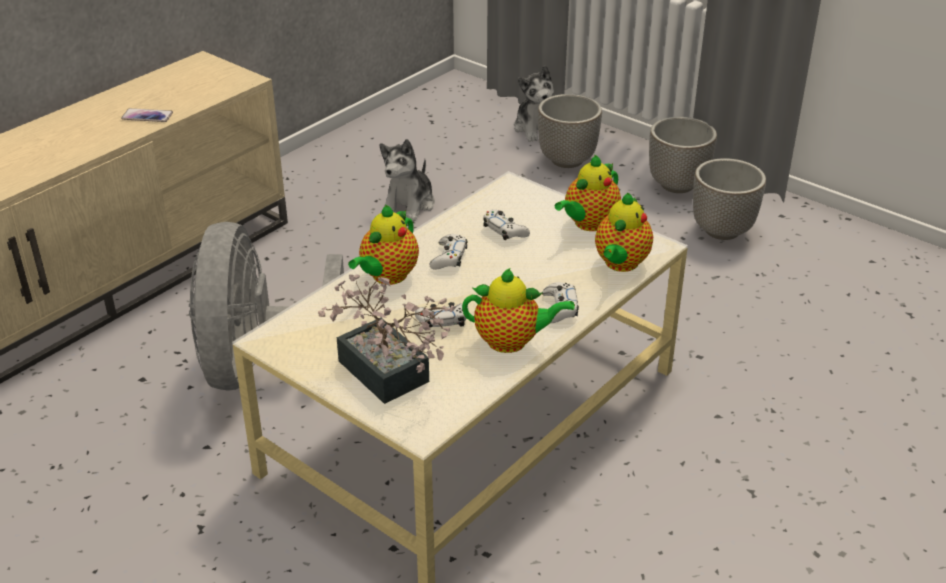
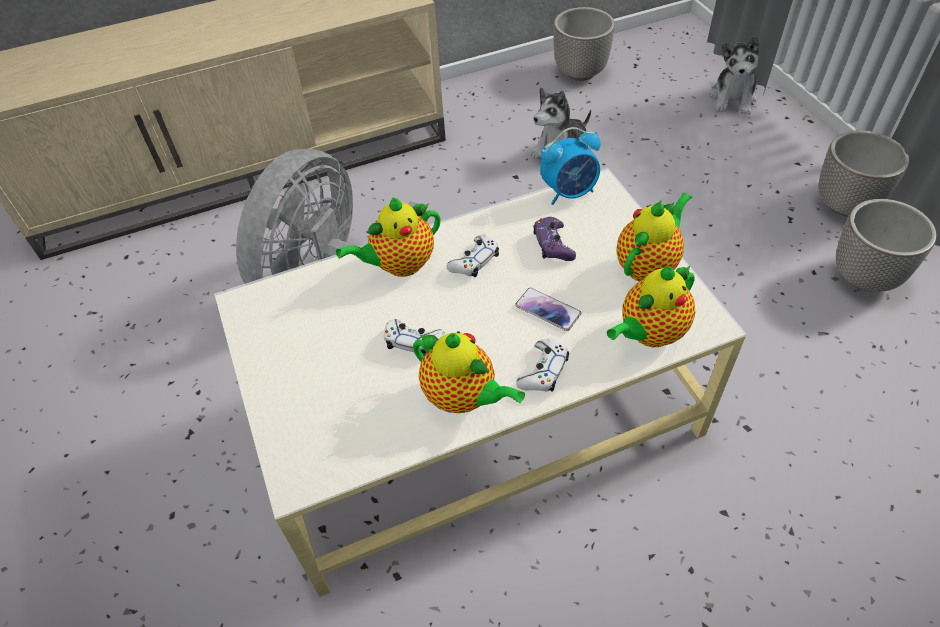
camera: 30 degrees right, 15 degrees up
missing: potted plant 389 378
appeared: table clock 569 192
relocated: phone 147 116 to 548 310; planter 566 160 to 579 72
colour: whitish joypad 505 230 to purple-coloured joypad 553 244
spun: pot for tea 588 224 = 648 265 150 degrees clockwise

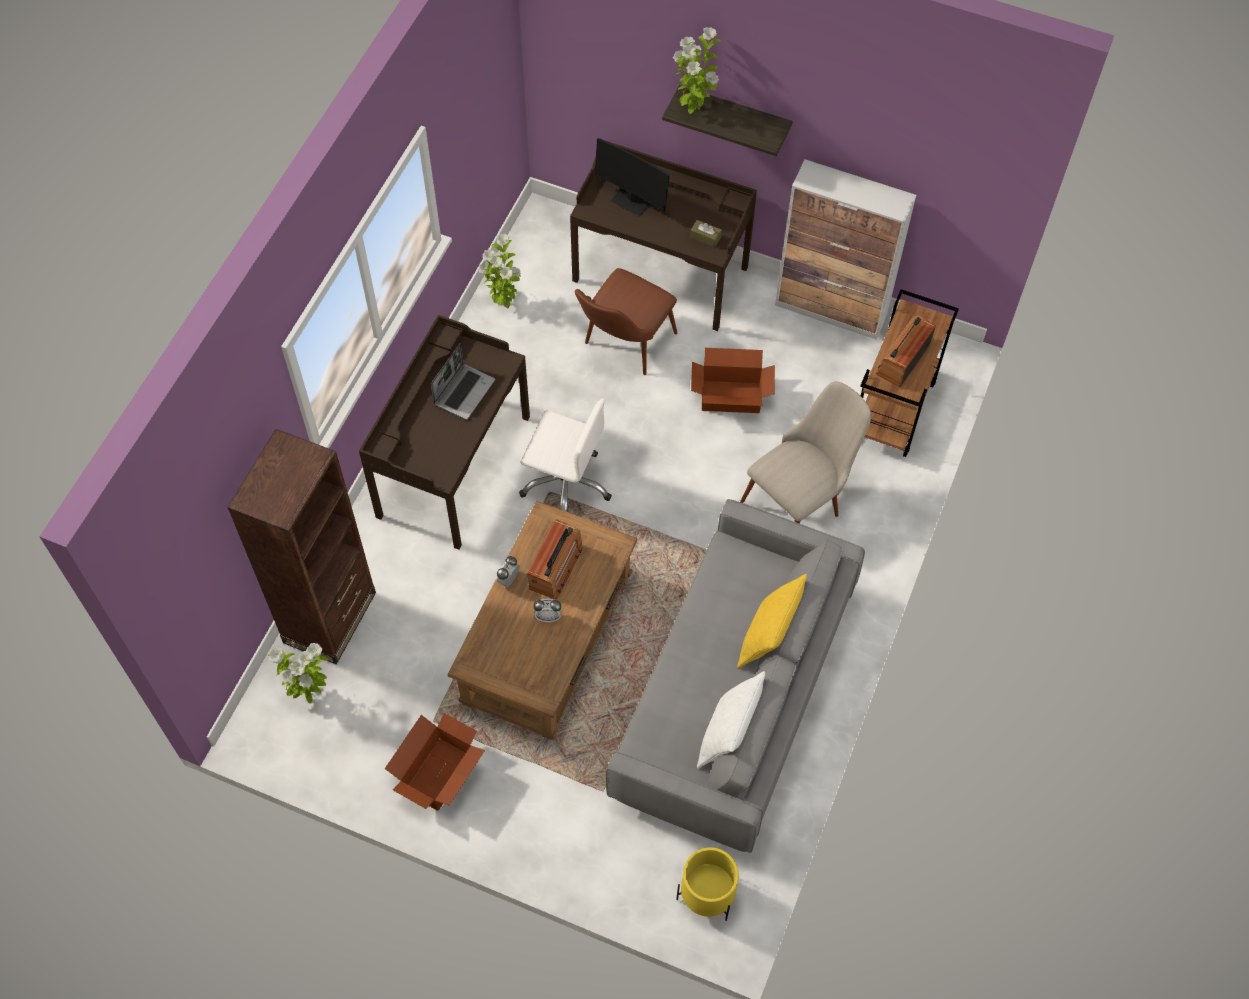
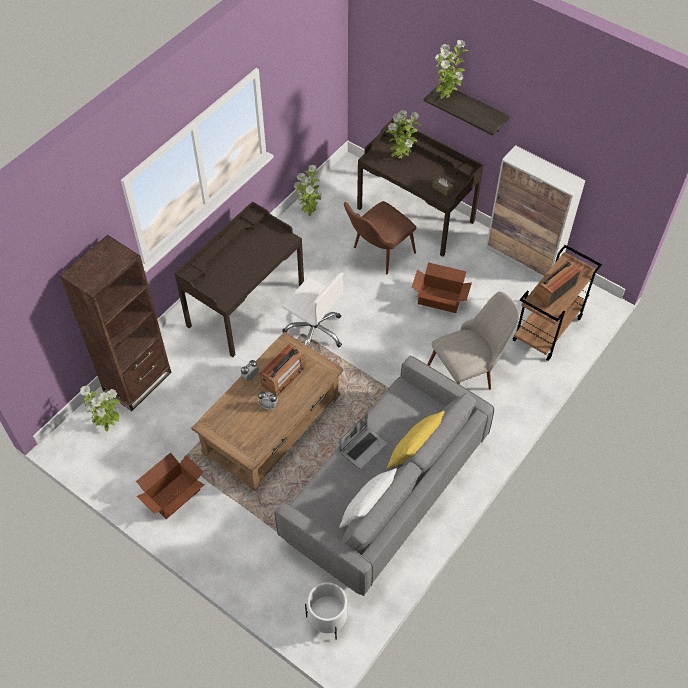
camera: 15 degrees right, 5 degrees down
relocated: notebook computer 464 391 to 363 447
exchanged: monitor 632 200 to potted plant 401 158
colour: yellow-coloured planter 707 895 to whitish planter 328 619

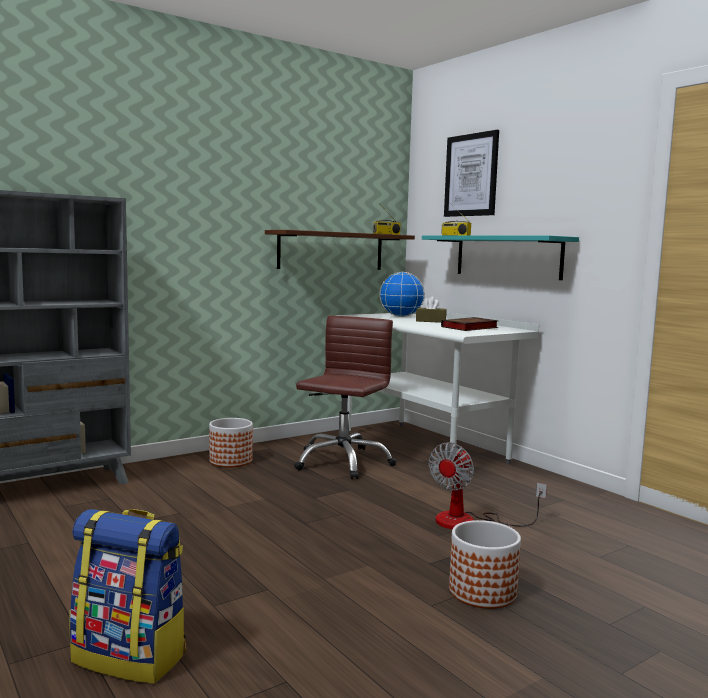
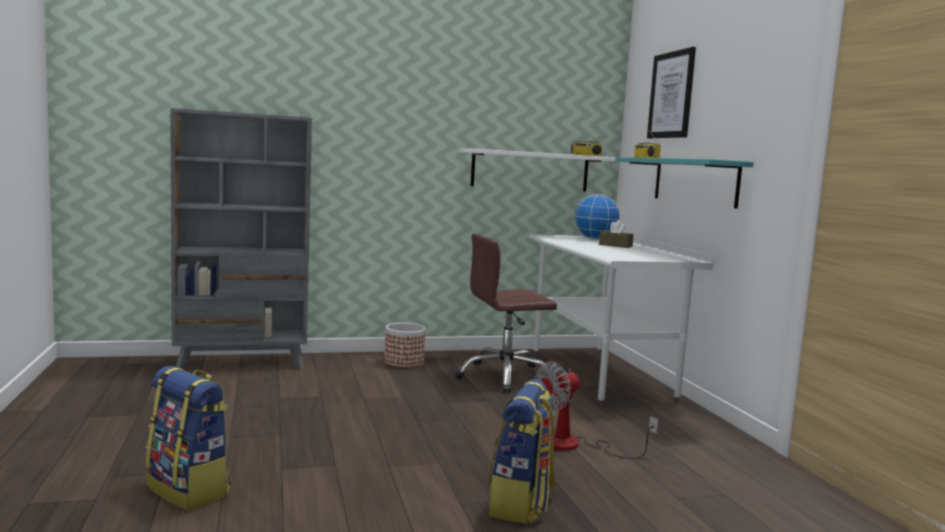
camera: 20 degrees right, 0 degrees up
missing: volume 469 328
exchanged: planter 483 592 to rucksack 521 504
colour: brownish bracket shelf 331 251 to whitish bracket shelf 530 170
spun: brownish office chair 342 462 = 505 377 150 degrees counterclockwise

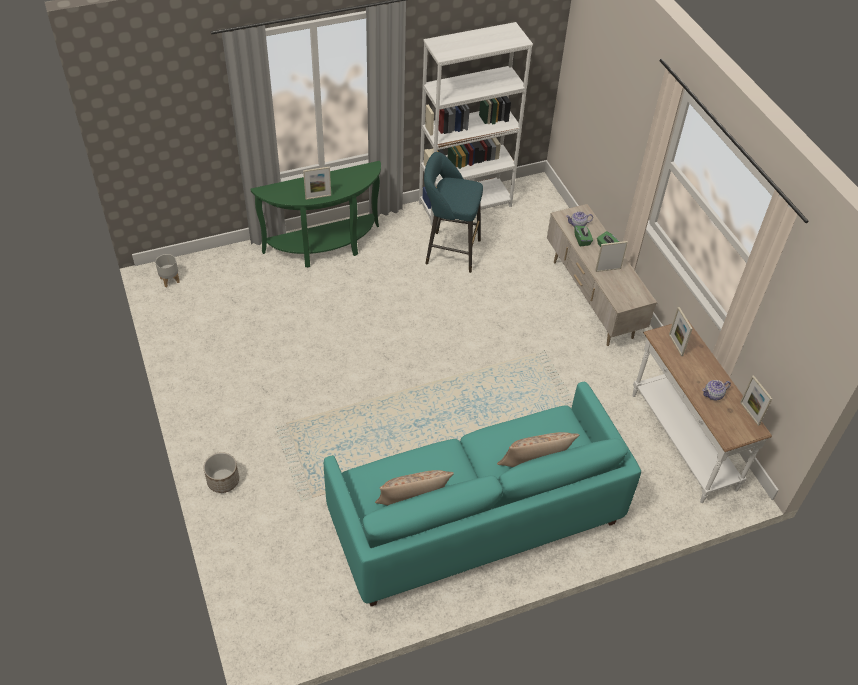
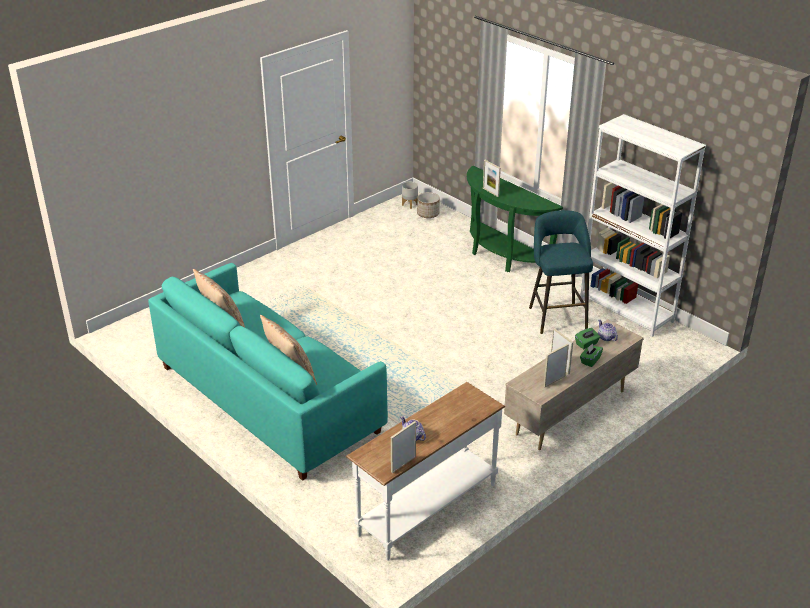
camera: 70 degrees right, 15 degrees down
relocated: planter 223 481 to 428 214; standing frame 675 345 to 554 381

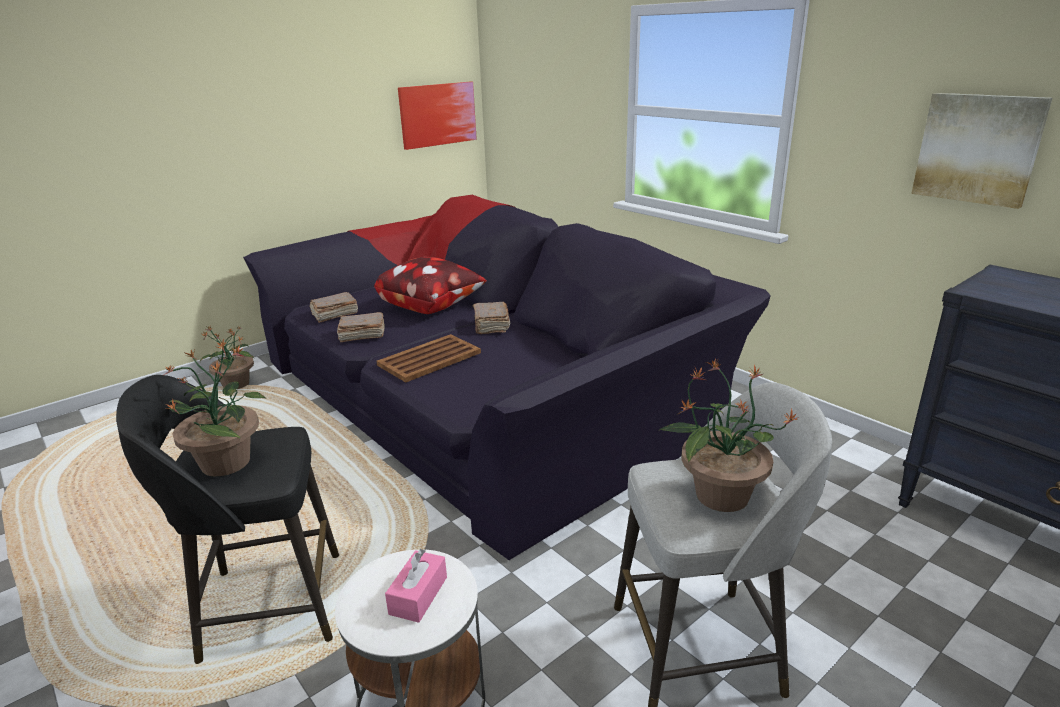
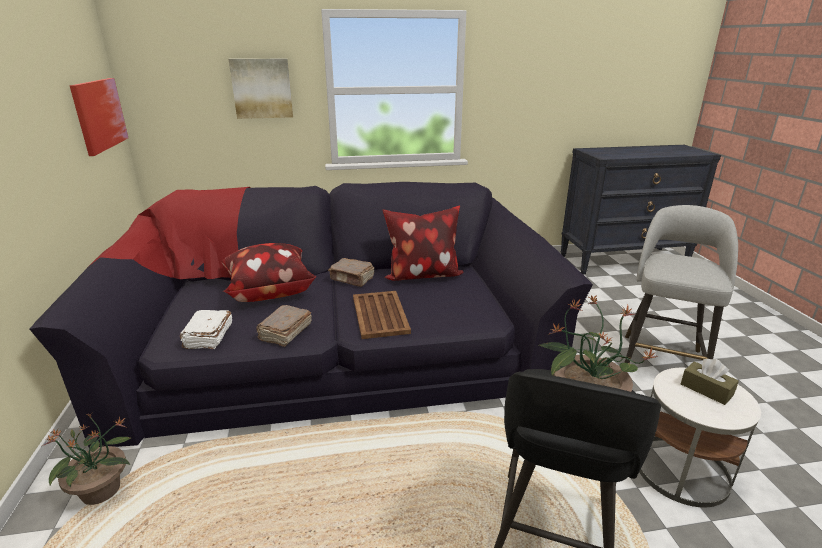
camera: 60 degrees left, 0 degrees up
missing: potted plant 720 495
appeared: cushion 422 275
relocated: wall picture 978 148 to 262 88
colour: brownish volume 334 315 to whitish volume 208 337; pink box of tissues 418 595 to brownish box of tissues 706 389

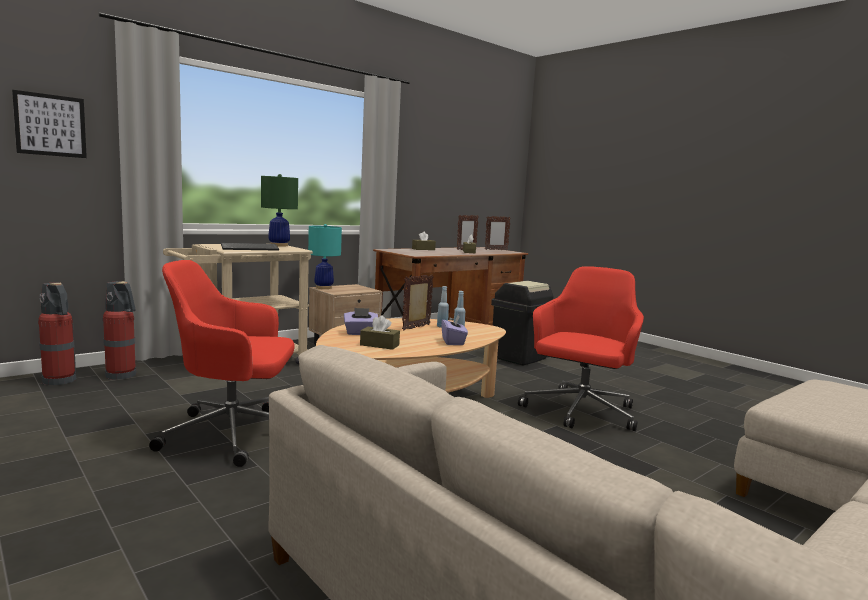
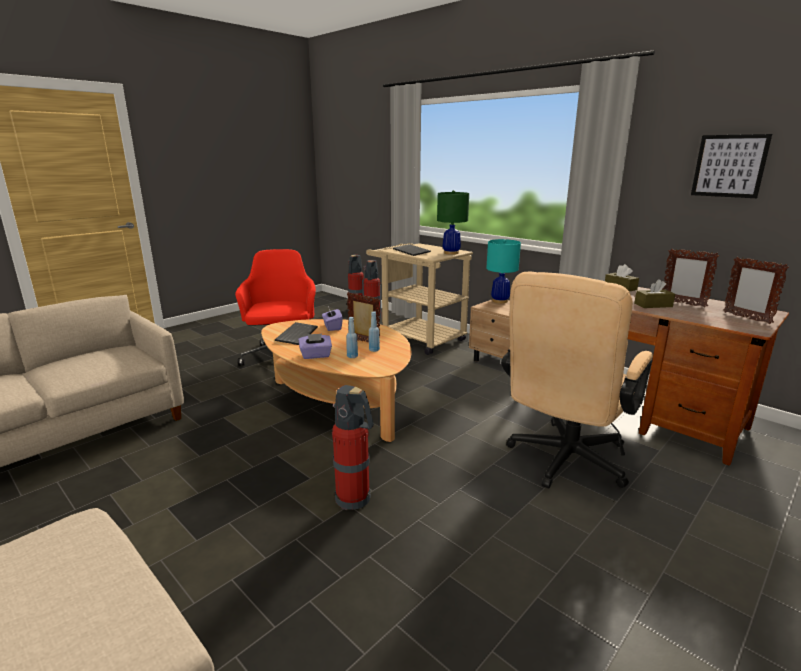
camera: 85 degrees right, 10 degrees up
relocated: wall picture 50 125 to 729 166
exchanged: brownish box of tissues 379 345 to PC keyboard 296 334; black rubbish bin 519 357 to sand-coloured office chair 563 462; reddish office chair 580 412 to fire-fighting cylinder 354 498

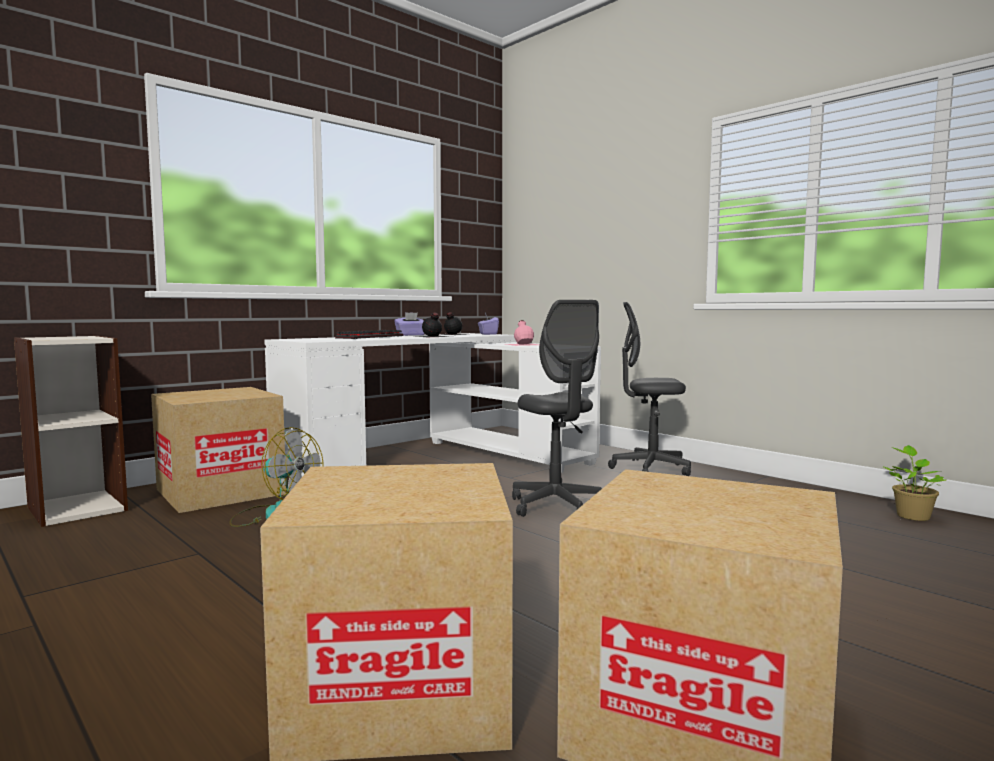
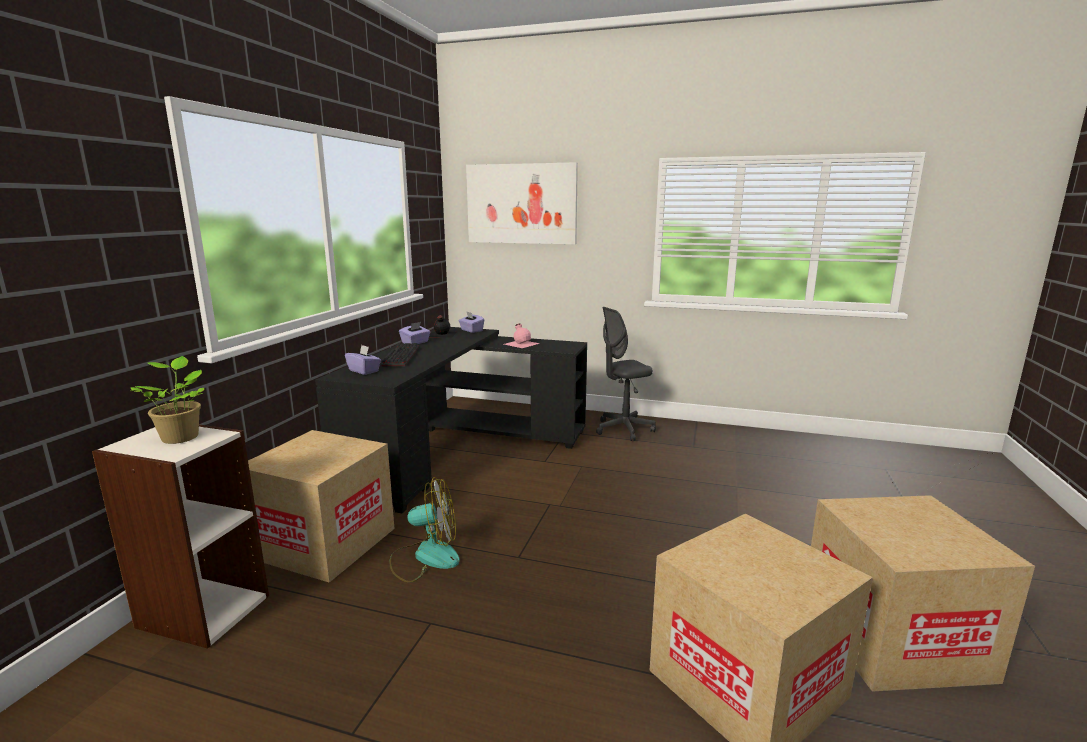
camera: 30 degrees left, 10 degrees up
missing: black drink bottle 432 336; grey office chair 556 506
appeared: purple-coloured box of tissues 364 371; wall picture 521 204
relocated: potted plant 912 516 to 181 437
colour: whitish desk unit 439 458 to black desk unit 459 449

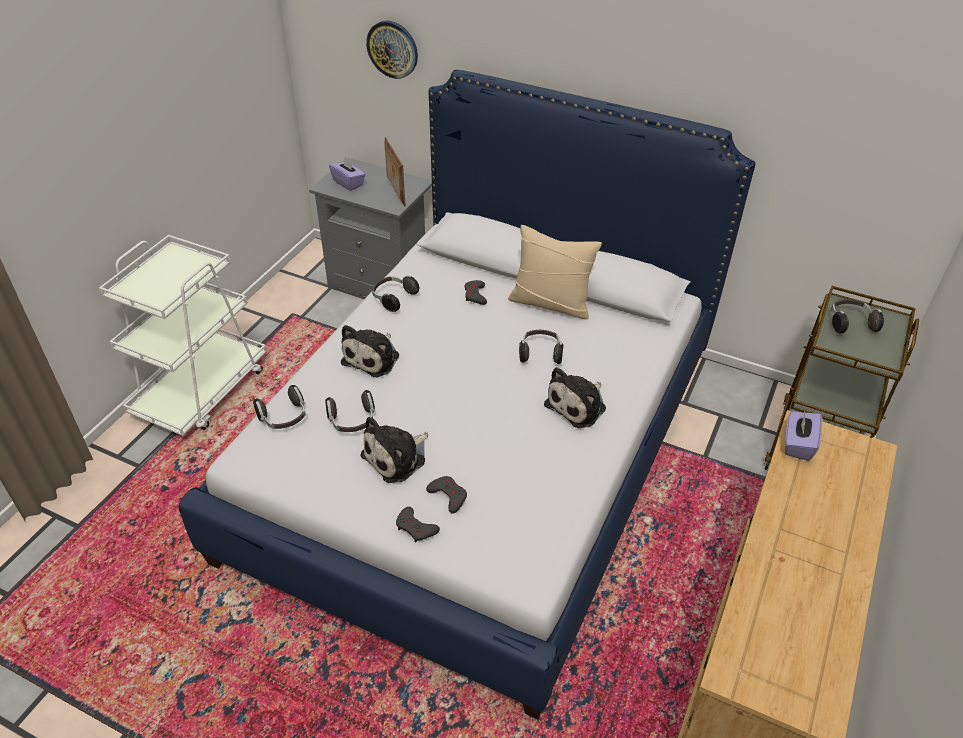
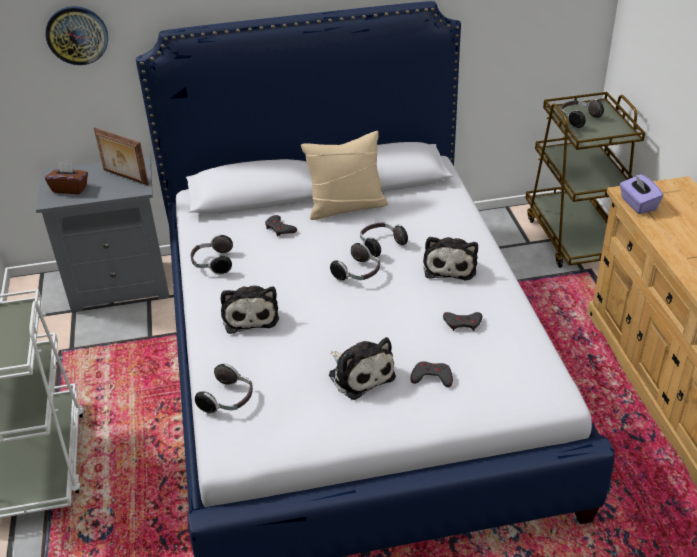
camera: 35 degrees left, 5 degrees down
relocated: headset 352 421 to 358 274; grey joypad 416 528 to 463 323
colour: purple-coloured box of tissues 348 183 to brownish box of tissues 70 189
spun: soft toy 397 457 = 360 374 45 degrees counterclockwise

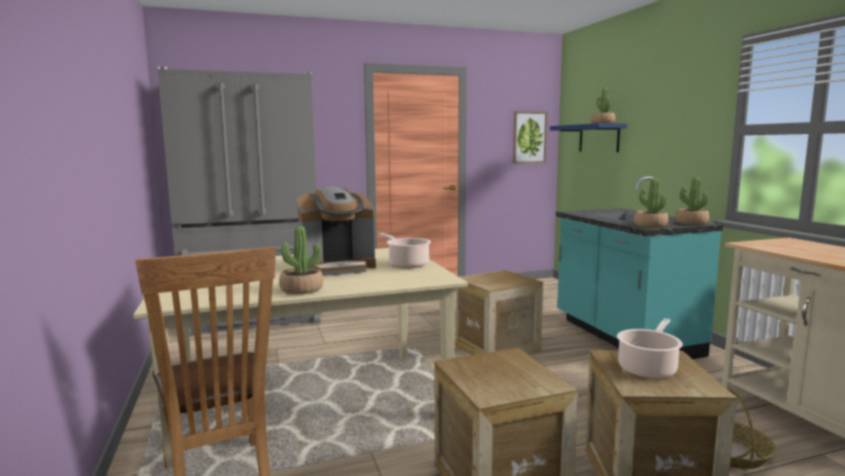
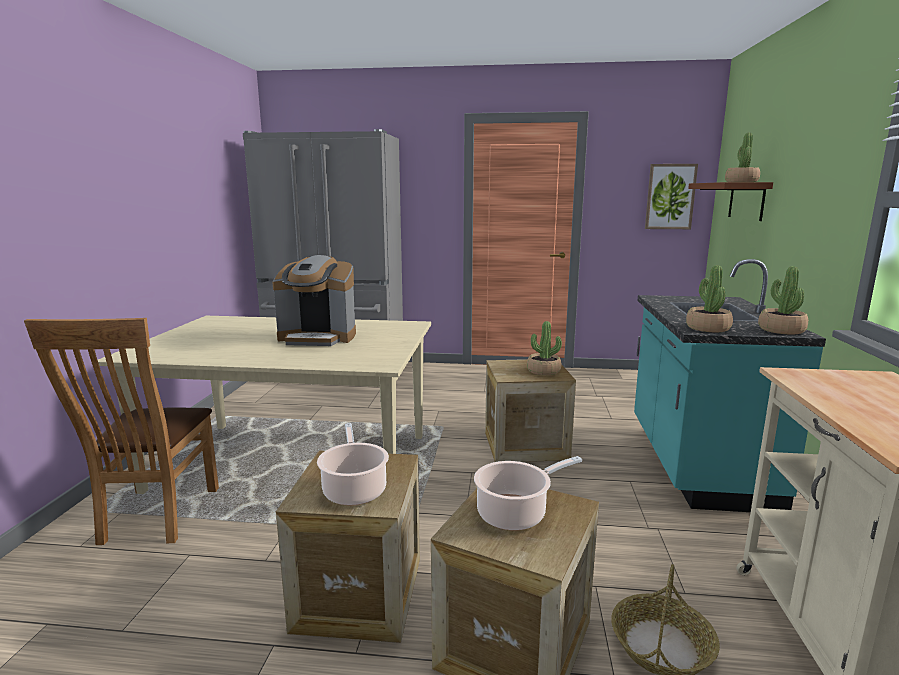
camera: 25 degrees right, 5 degrees up
relocated: potted plant 301 289 to 543 371; cooking pot 407 264 to 354 489
colour: bluish bracket shelf 599 138 to brownish bracket shelf 746 201

